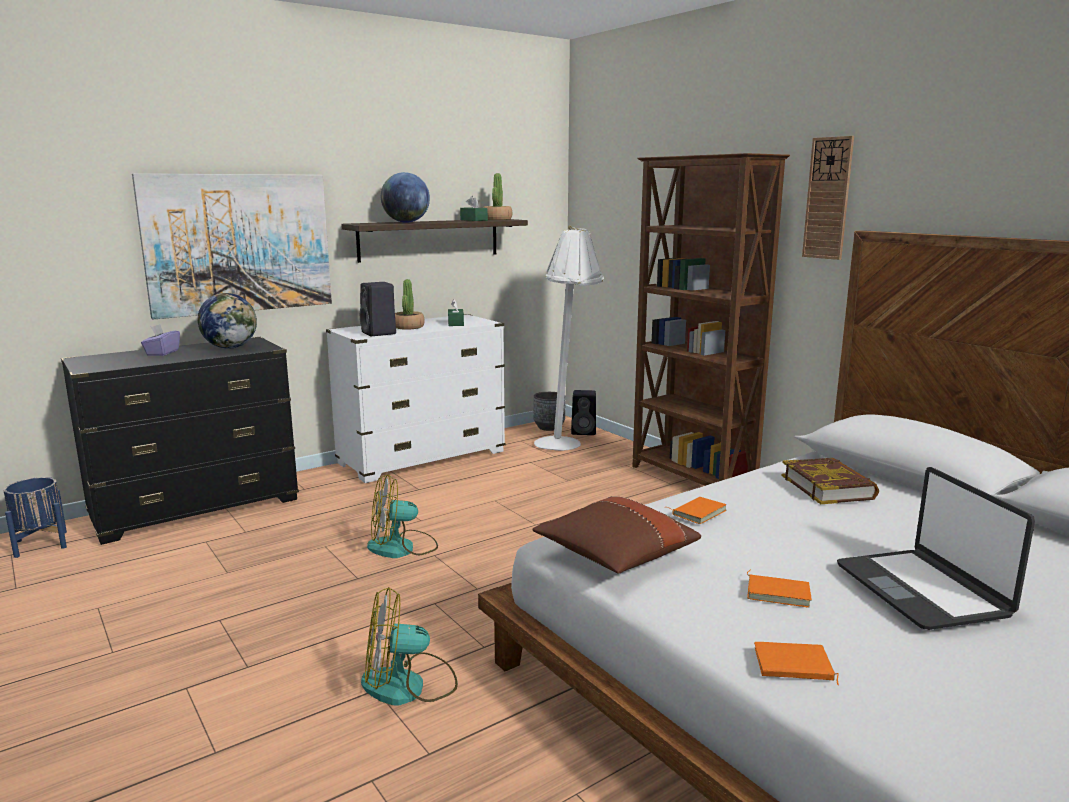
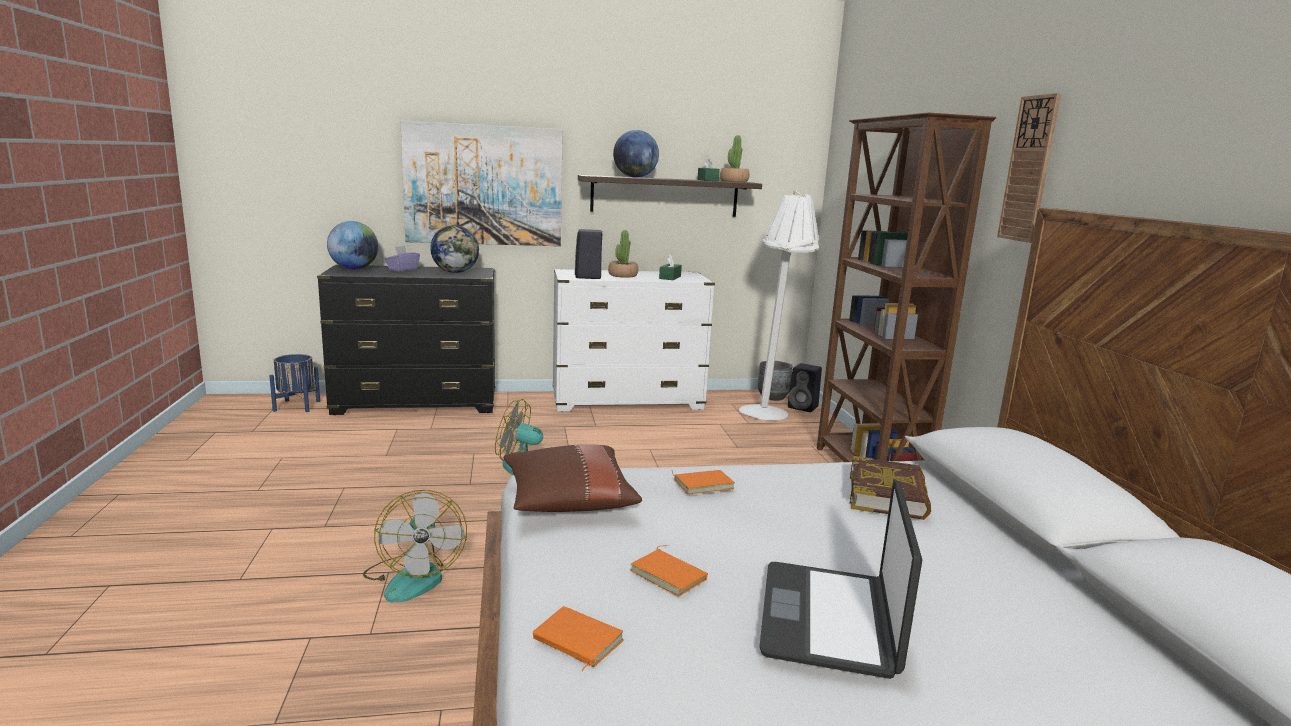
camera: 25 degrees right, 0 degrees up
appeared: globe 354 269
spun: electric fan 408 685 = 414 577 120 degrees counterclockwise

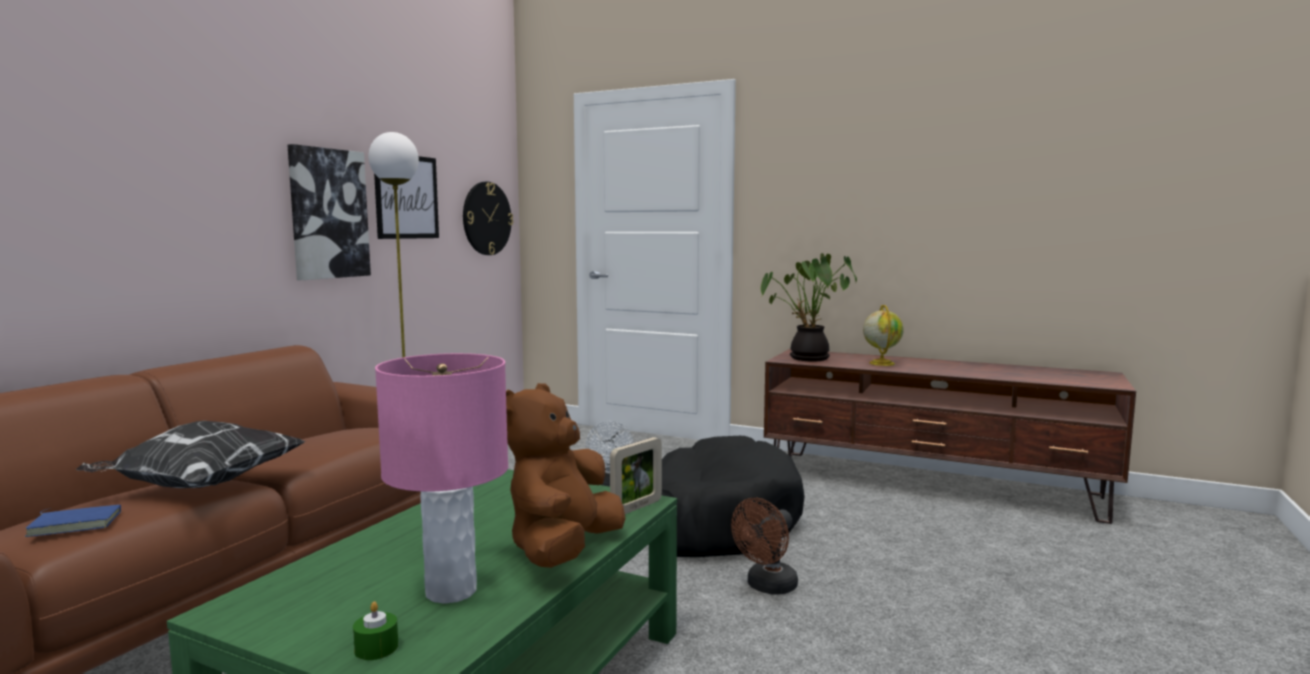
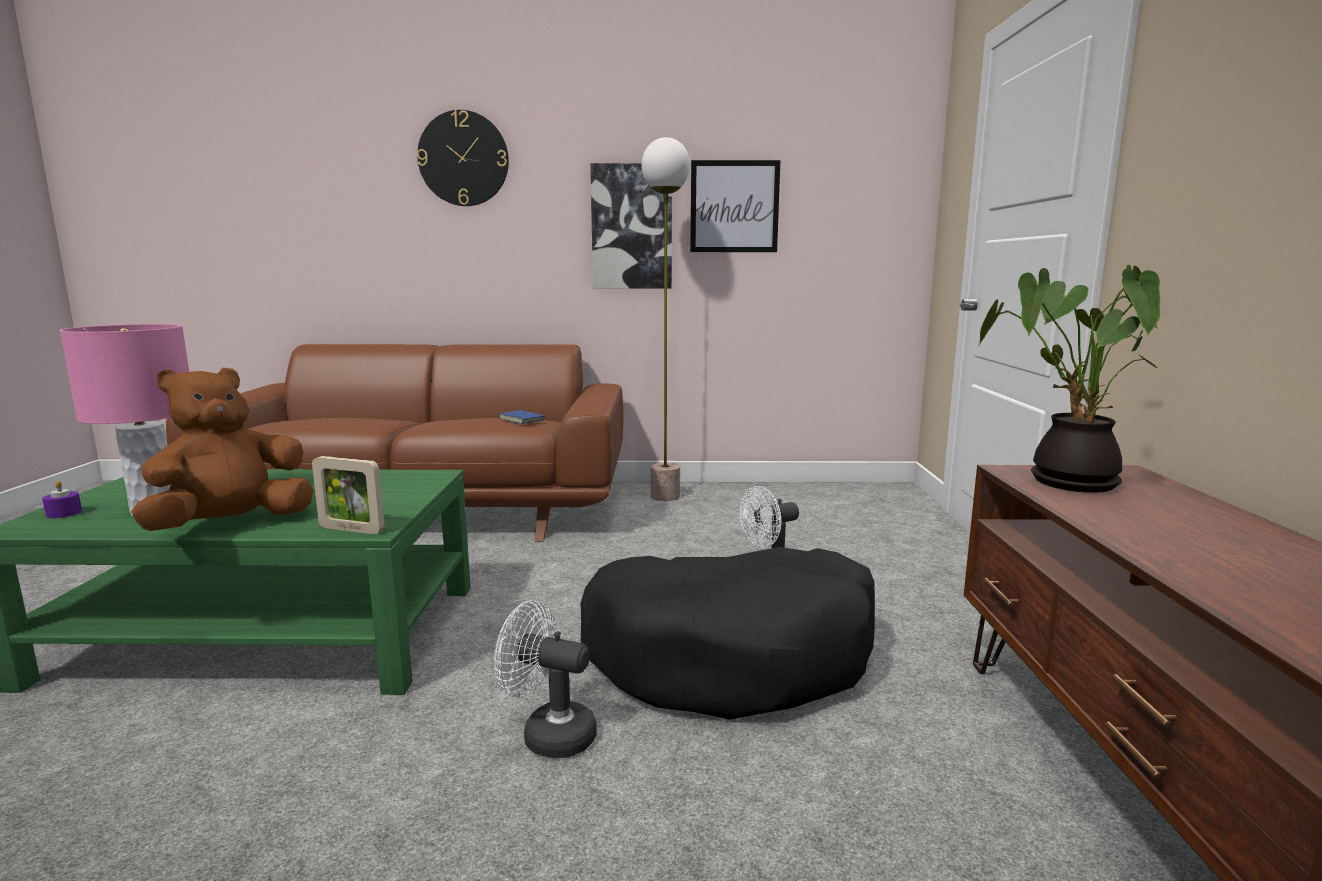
camera: 65 degrees right, 5 degrees up
missing: cushion 199 487; globe 881 363
relocated: bluish volume 76 523 to 523 419; hanging clock 486 218 to 463 159
colour: green-coloured wax candle 376 648 to purple-coloured wax candle 64 513; brownish electric fan 767 587 to whitish electric fan 548 734
spun: brownish soft toy 563 551 = 231 525 45 degrees counterclockwise

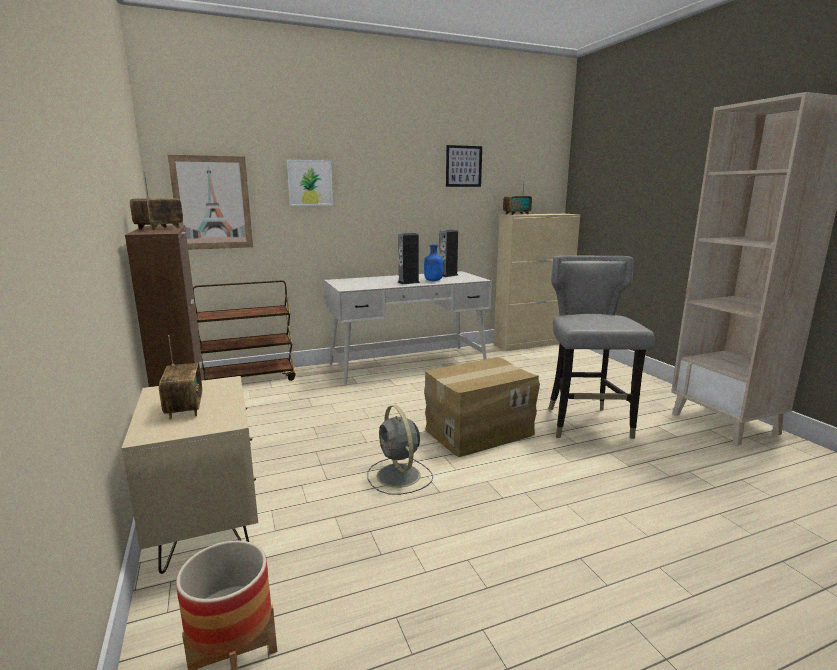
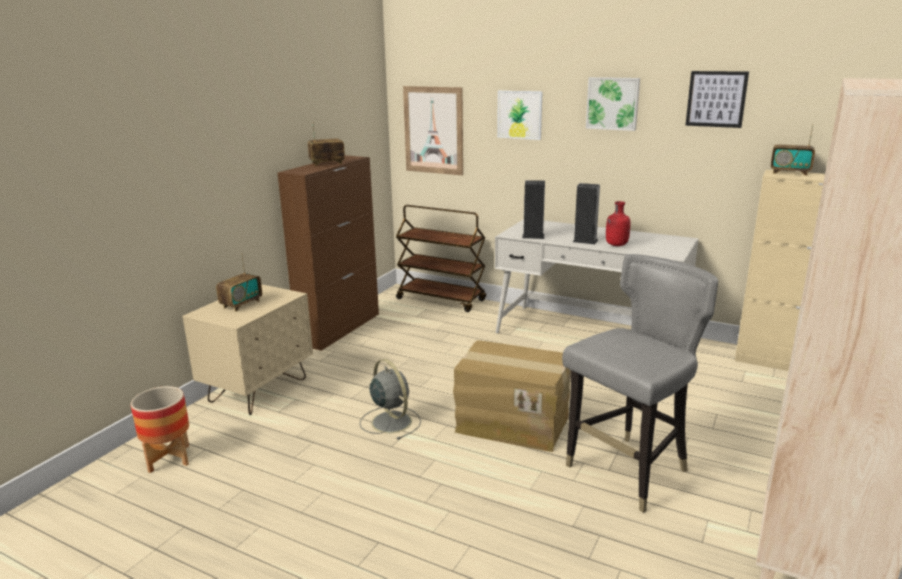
camera: 50 degrees right, 5 degrees up
appeared: wall picture 613 103
relocated: speaker 448 275 to 533 236
colour: bluish drink bottle 433 281 to reddish drink bottle 616 245
spun: grey electric fan 399 476 = 390 421 120 degrees clockwise

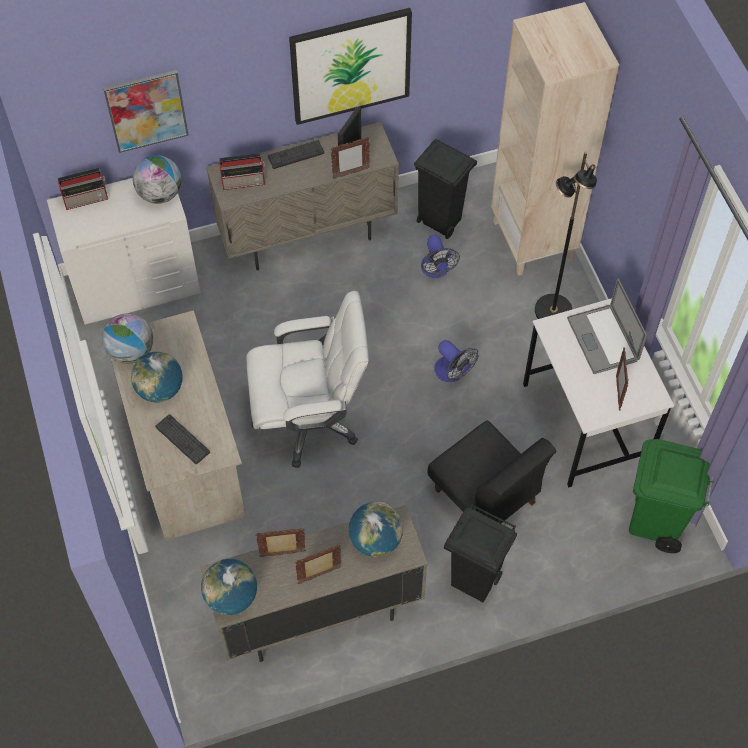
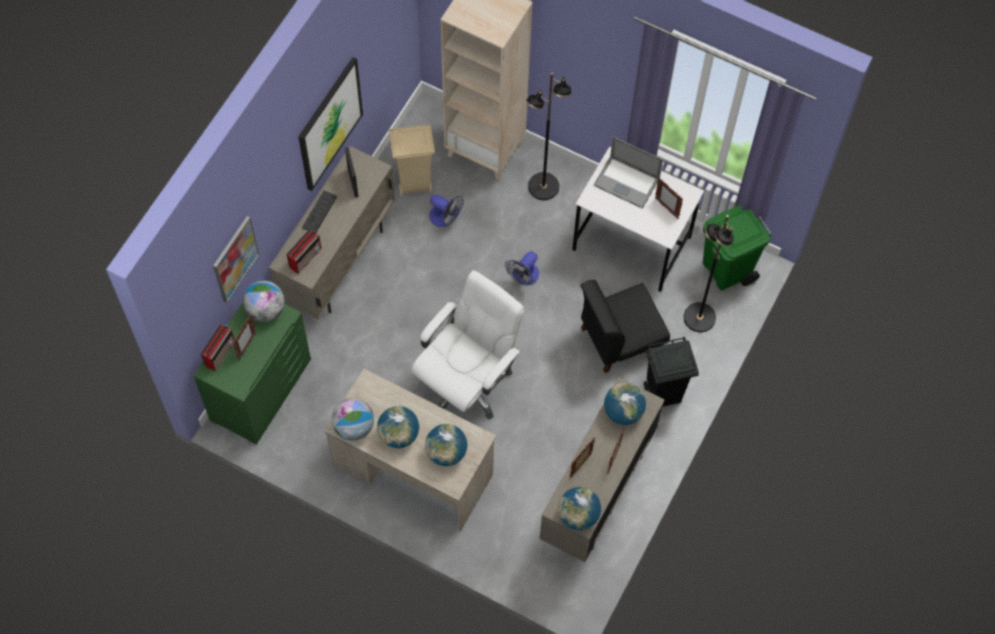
camera: 45 degrees left, 5 degrees up
appeared: black standing lamp 698 318
relocated: standing frame 350 173 to 247 346
exchanged: PC keyboard 182 439 to globe 446 452
colour: whitish chest of drawers 136 285 to green-coloured chest of drawers 260 389; black rubbish bin 439 221 to sand-coloured rubbish bin 413 183
spun: black upright chair 485 497 = 619 339 150 degrees clockwise; electric fan 453 373 = 524 278 120 degrees clockwise

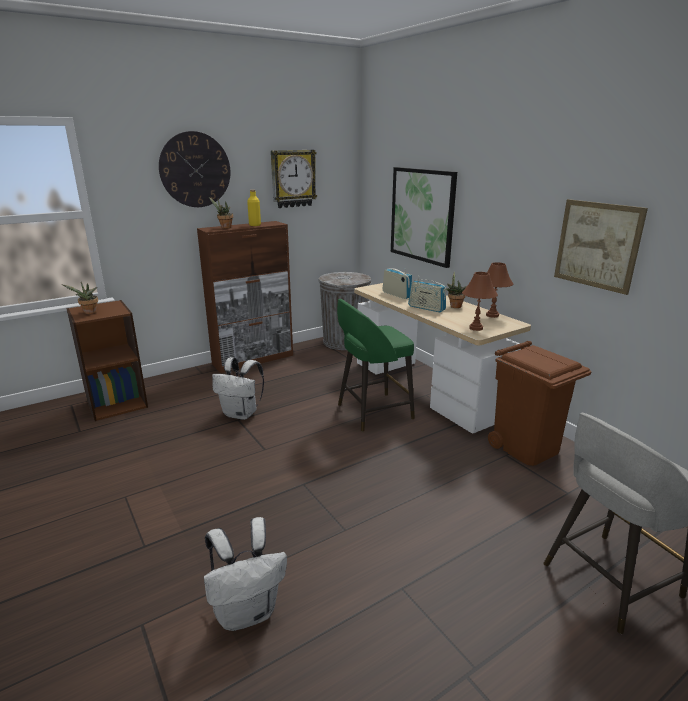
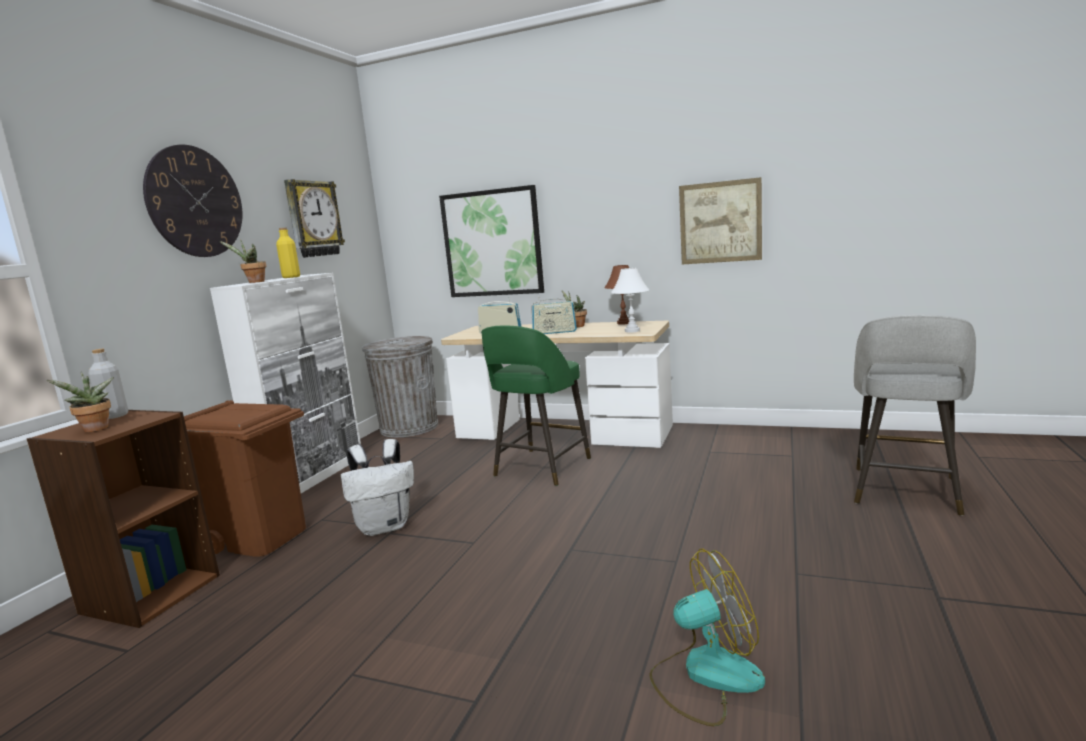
camera: 35 degrees left, 10 degrees down
appeared: grey drink bottle 114 416
relocated: brownish rubbish bin 526 447 to 263 537
exchanged: whitish rucksack 247 611 to electric fan 705 676
colour: brownish cupboard 253 359 to whitish cupboard 313 476; brownish table lamp 476 328 to whitish table lamp 632 331

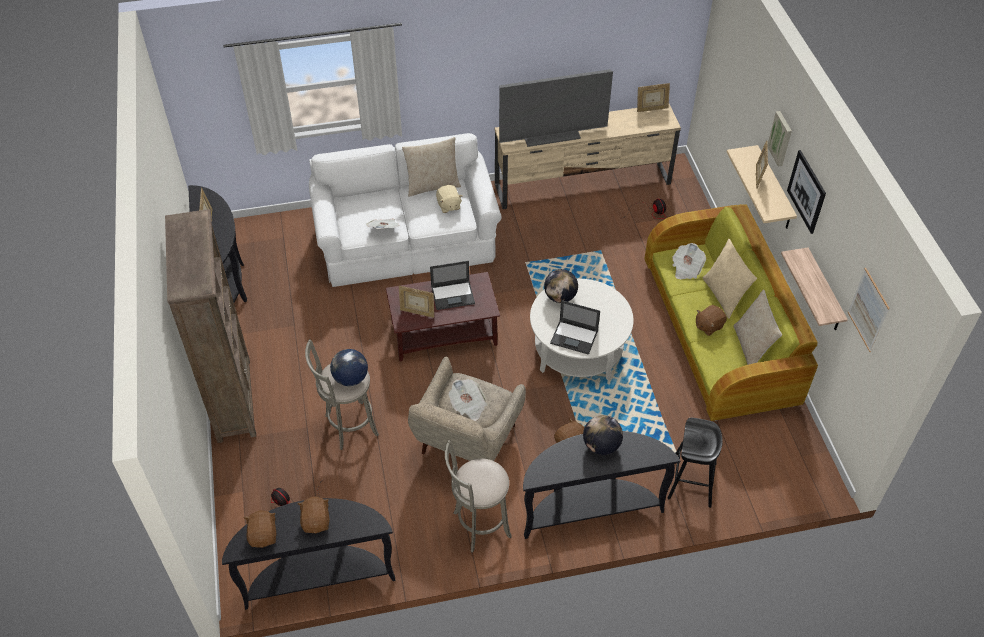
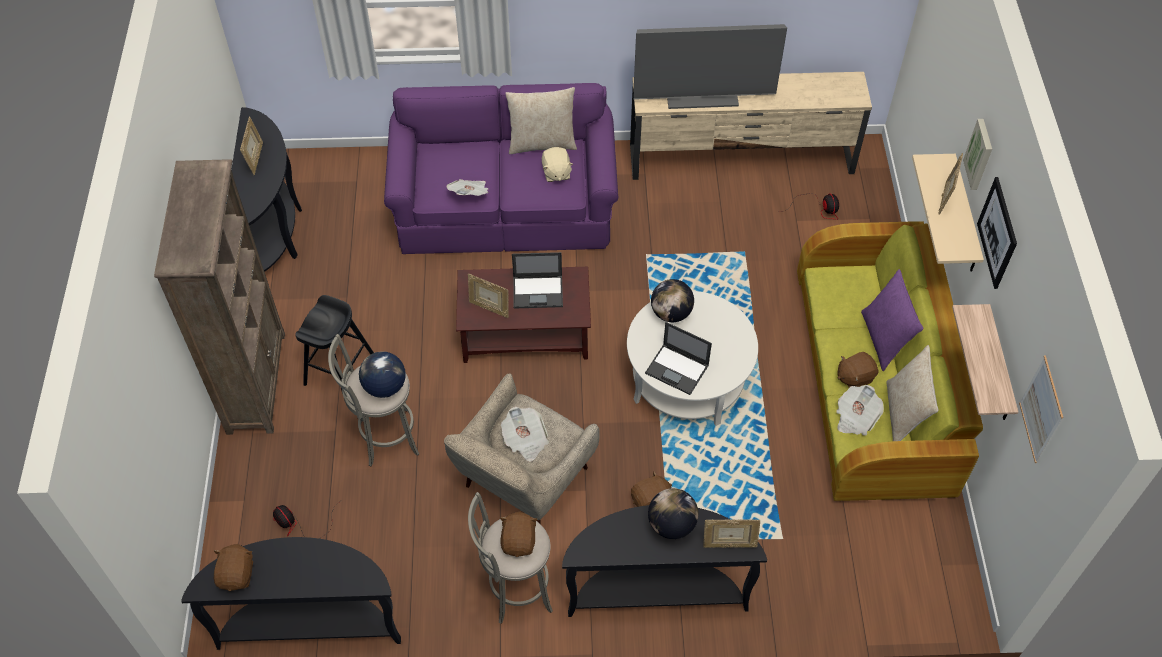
camera: 10 degrees right, 5 degrees up
relocated: brownish soft toy 316 521 to 519 541; standing frame 651 109 to 729 544; black stool 692 481 to 339 369; newspaper 686 268 to 855 417
colour: whitish settee 407 240 to purple-coloured settee 505 204; sand-coloured cushion 724 296 to purple-coloured cushion 884 339

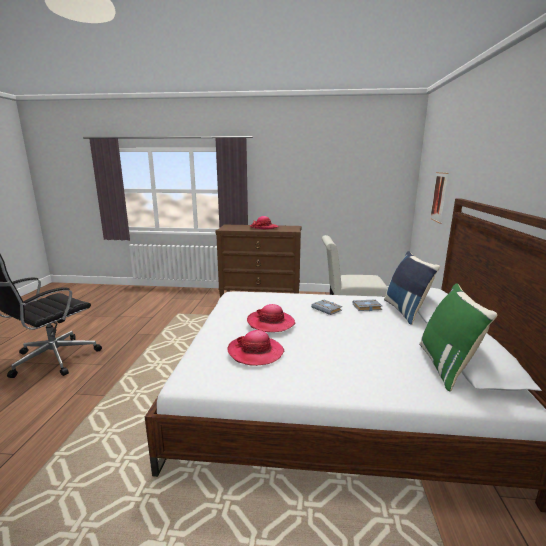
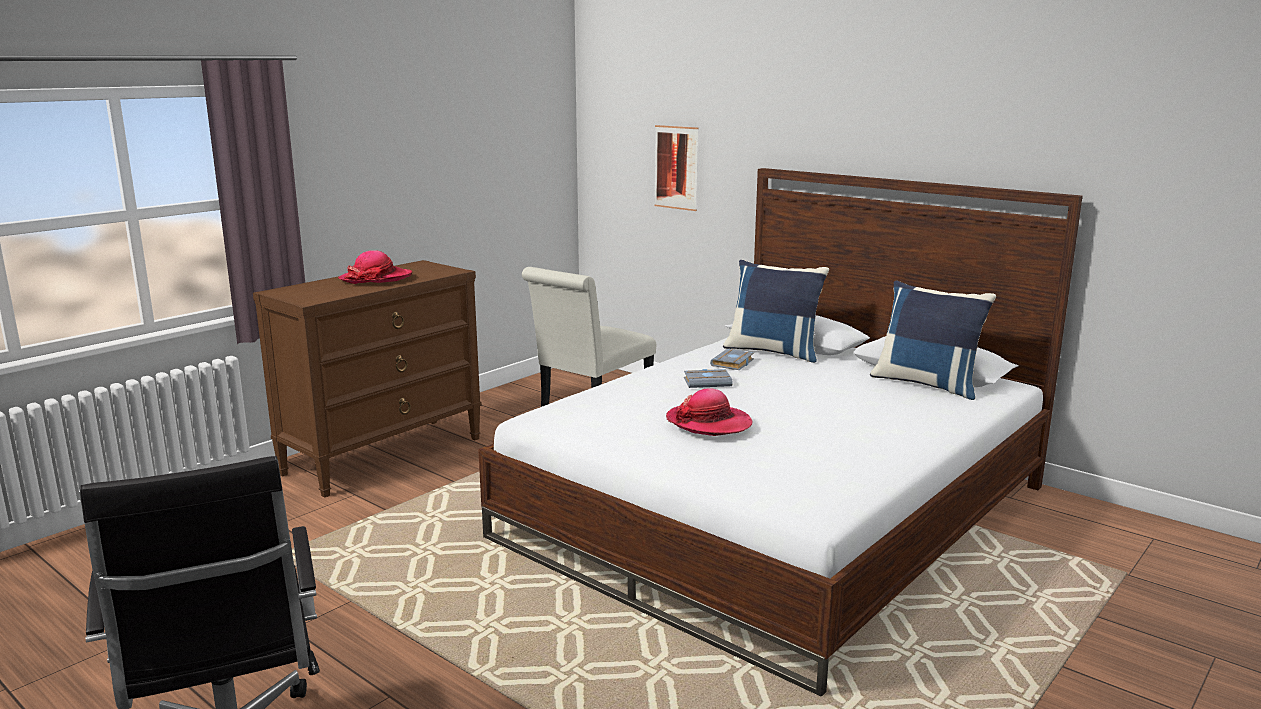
camera: 55 degrees left, 0 degrees up
missing: hat 255 352
colour: green-coloured cushion 447 366 to bluish cushion 927 384

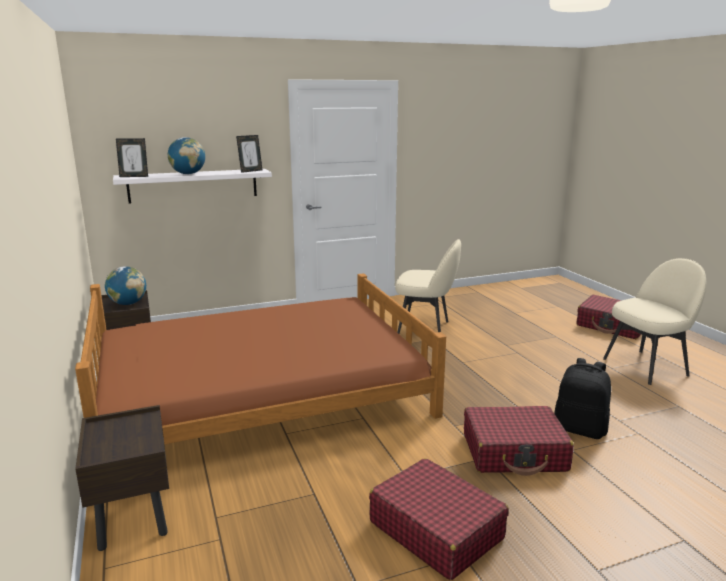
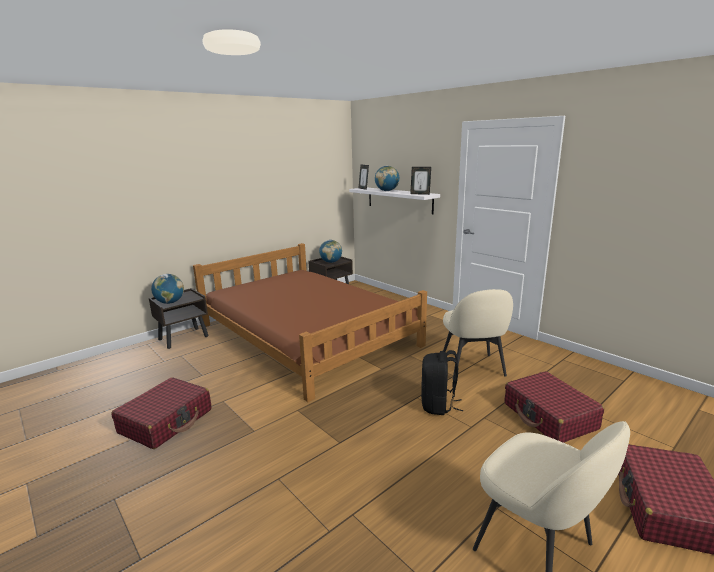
camera: 70 degrees right, 0 degrees up
appeared: globe 170 302
relocated: reddish travel case 514 452 to 549 416; black rucksack 580 429 to 438 405

